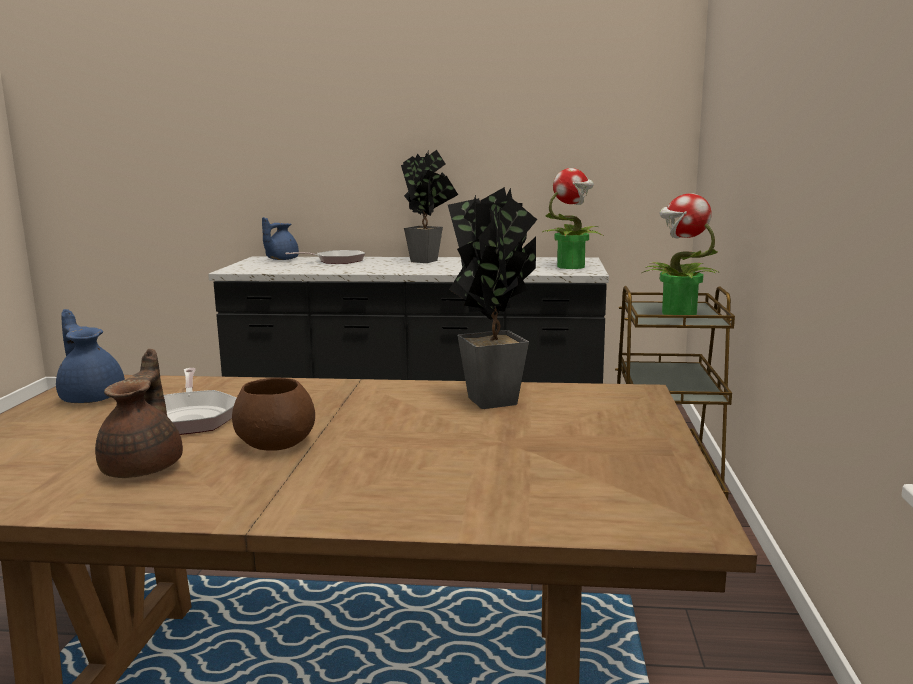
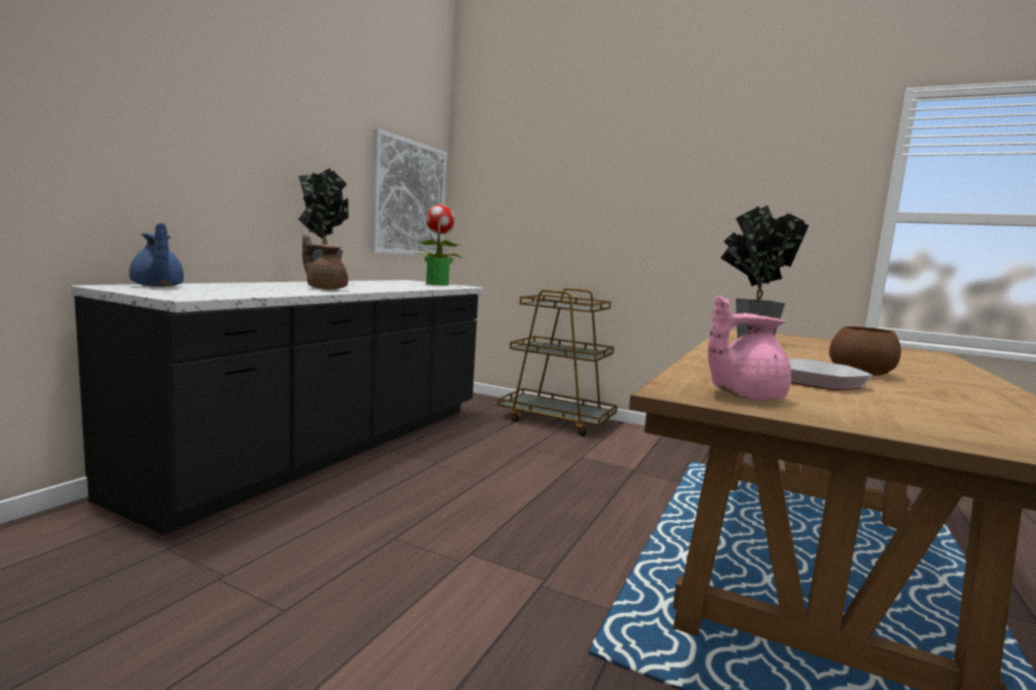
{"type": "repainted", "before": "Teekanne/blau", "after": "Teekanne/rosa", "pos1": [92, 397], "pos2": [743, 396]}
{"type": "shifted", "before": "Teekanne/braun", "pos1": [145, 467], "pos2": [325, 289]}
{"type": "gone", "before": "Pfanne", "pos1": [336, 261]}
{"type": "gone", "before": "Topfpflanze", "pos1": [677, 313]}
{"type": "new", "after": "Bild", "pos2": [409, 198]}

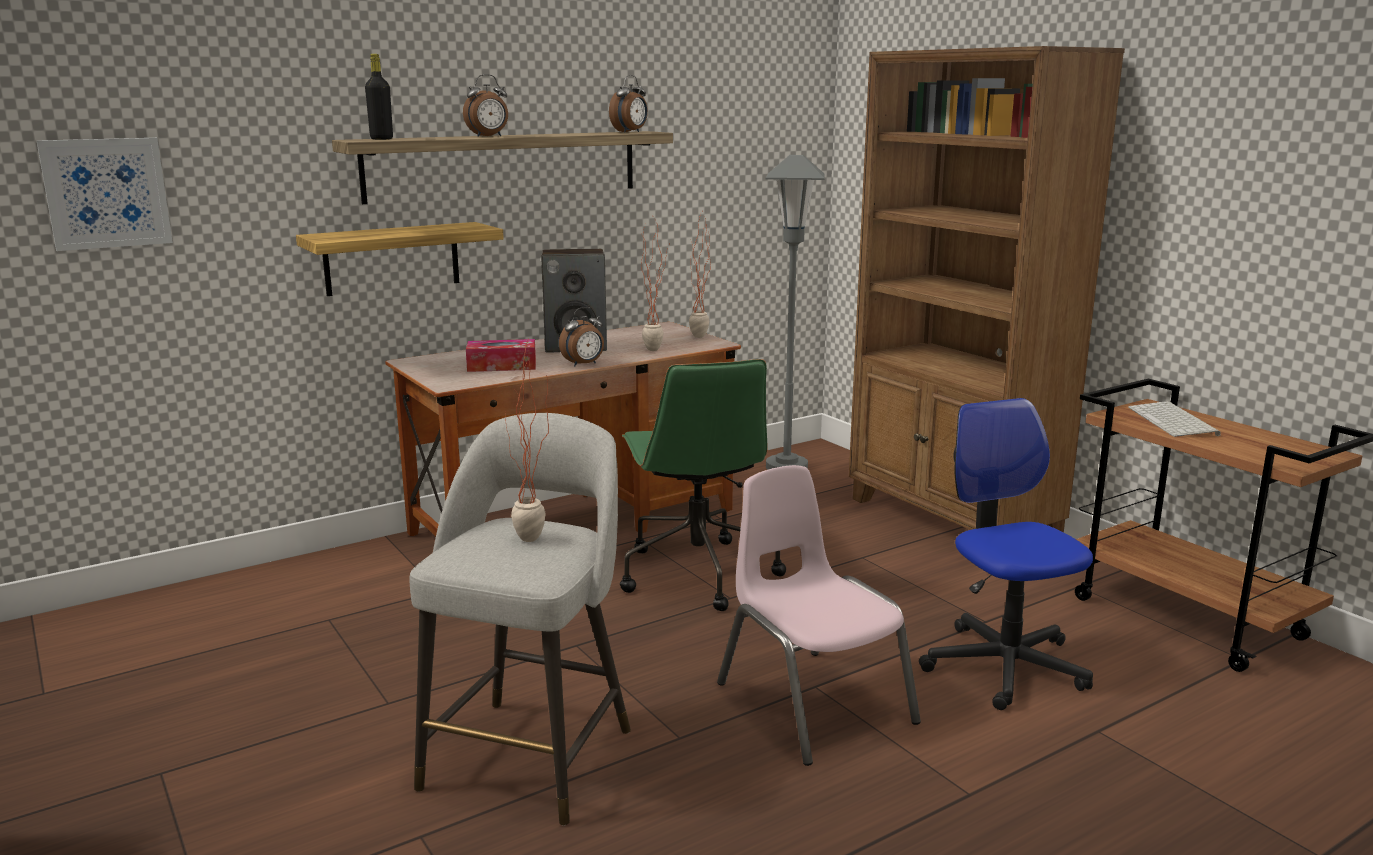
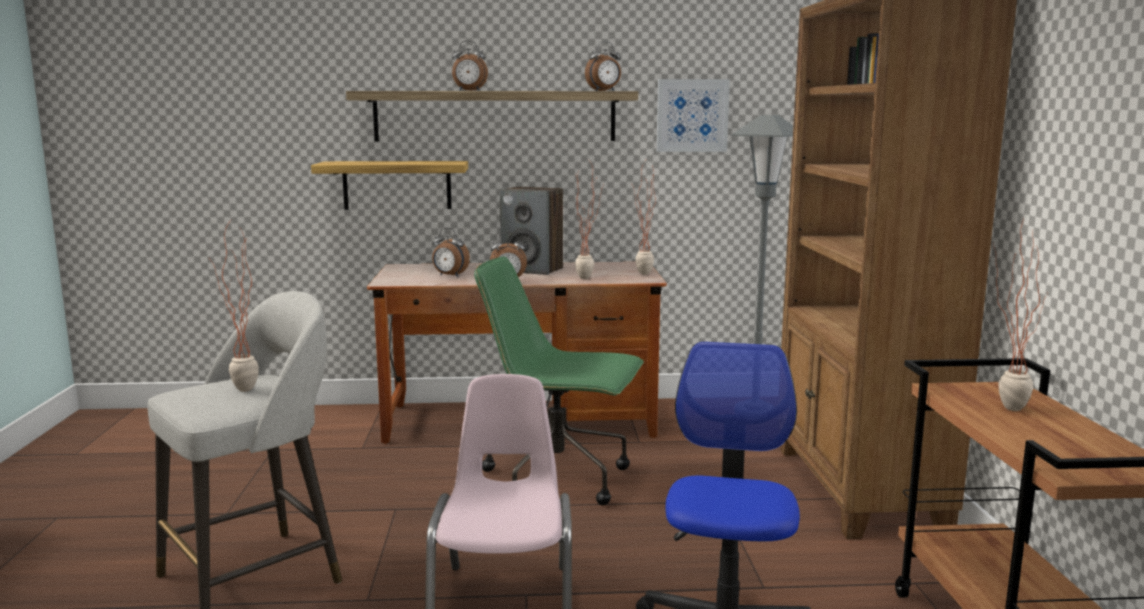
{"type": "shifted", "before": "Bild", "pos1": [106, 193], "pos2": [692, 115]}
{"type": "gone", "before": "Flasche/schwarz", "pos1": [381, 139]}
{"type": "swapped", "before": "Taschentuchbox", "after": "Wecker", "pos1": [502, 366], "pos2": [449, 276]}
{"type": "rotated", "before": "Bürostuhl/grün", "pos1": [697, 572], "pos2": [559, 479], "turn": 90}
{"type": "swapped", "before": "Tastatur", "after": "Topfpflanze", "pos1": [1174, 421], "pos2": [1004, 406]}

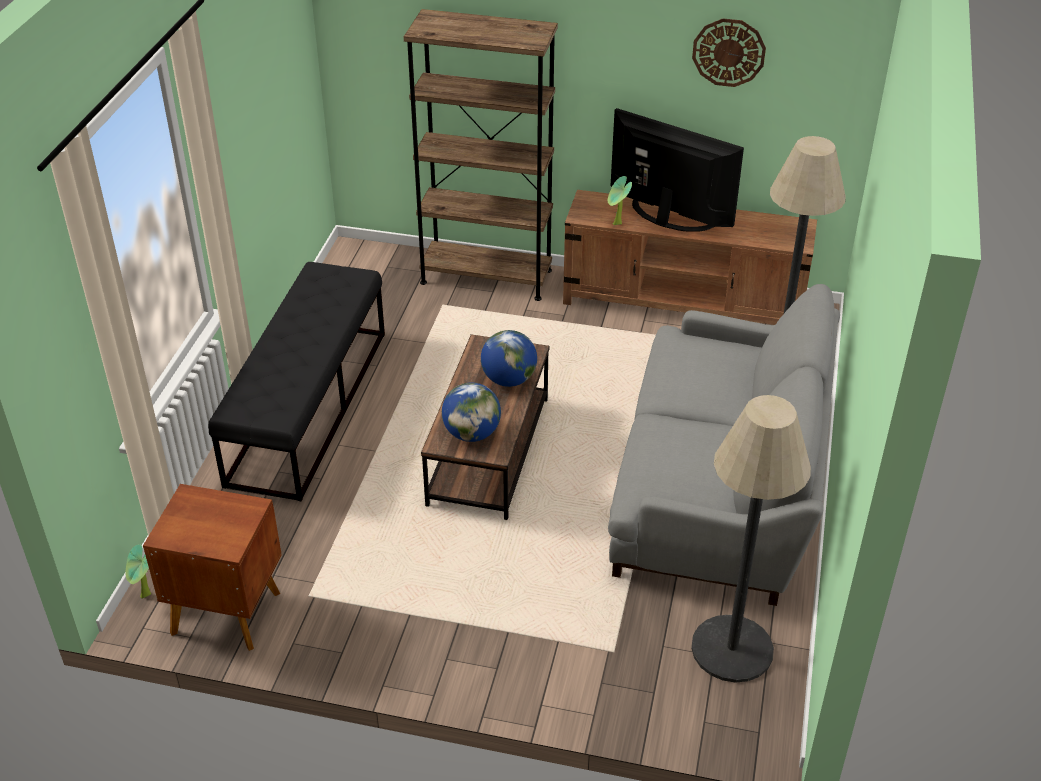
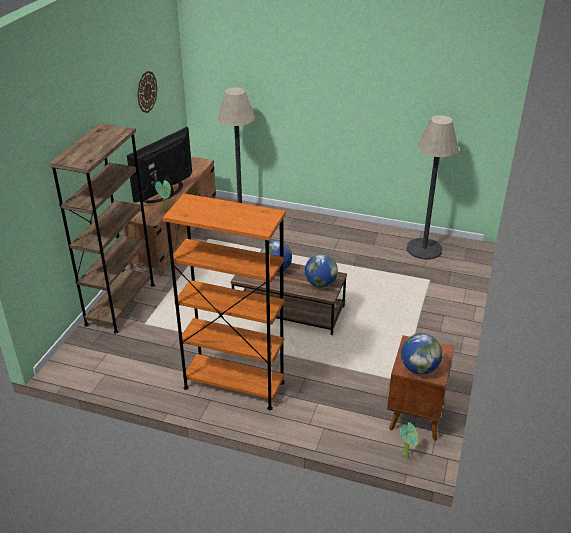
{"type": "swapped", "before": "Bank/schwarz", "after": "Bücherregal/orange", "pos1": [309, 405], "pos2": [234, 385]}
{"type": "gone", "before": "Sofa/grau", "pos1": [718, 487]}
{"type": "new", "after": "Globus", "pos2": [419, 368]}

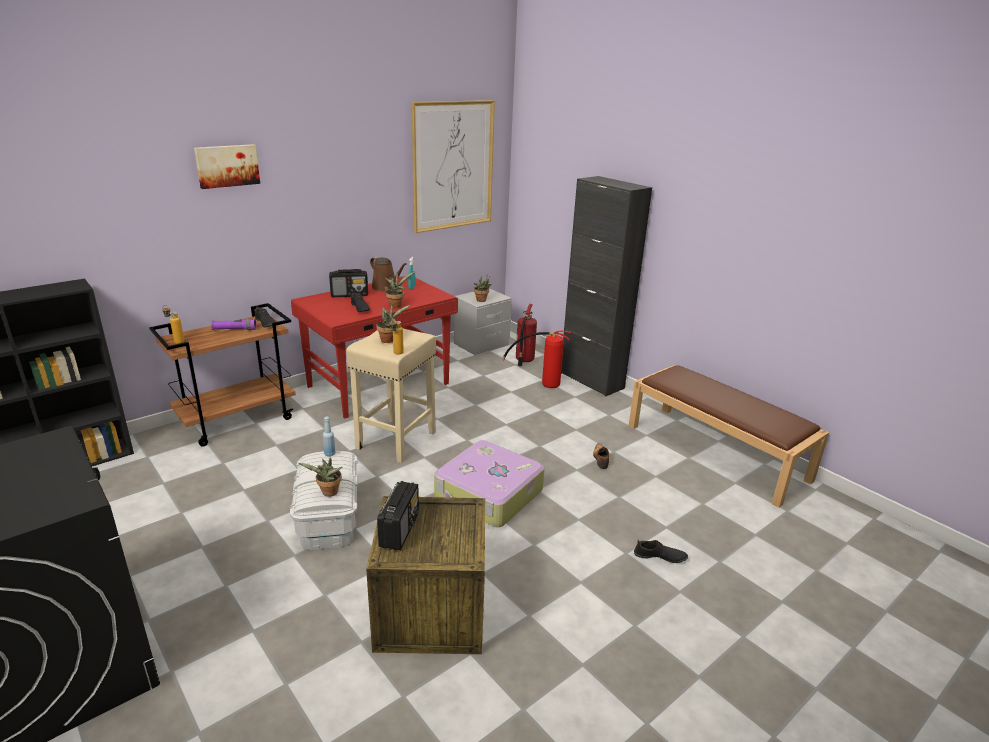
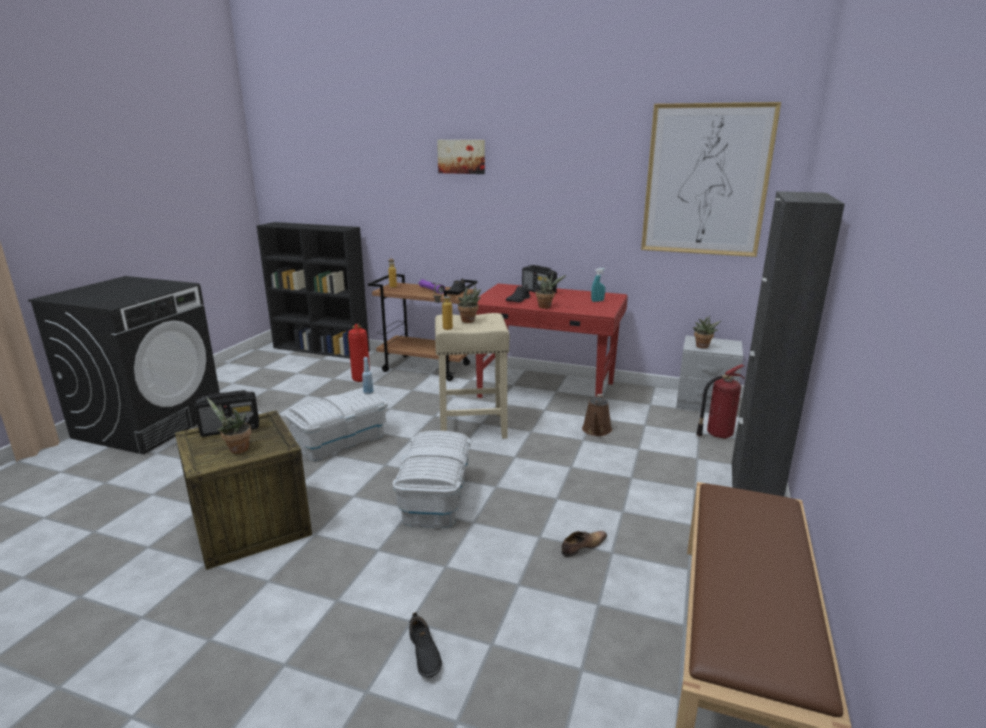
{"type": "shifted", "before": "Topfpflanze", "pos1": [328, 493], "pos2": [236, 449]}
{"type": "shifted", "before": "Gießkanne/braun", "pos1": [386, 287], "pos2": [596, 431]}
{"type": "swapped", "before": "Koffer", "after": "Aufbewahrungsbox/weiß", "pos1": [488, 495], "pos2": [436, 498]}
{"type": "shifted", "before": "Feuerlöscher", "pos1": [540, 382], "pos2": [362, 375]}

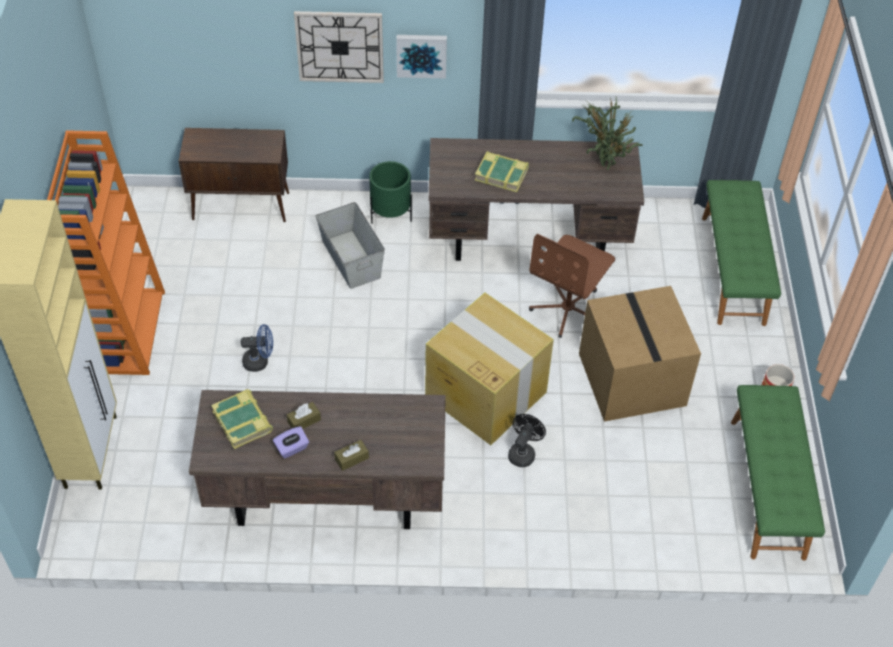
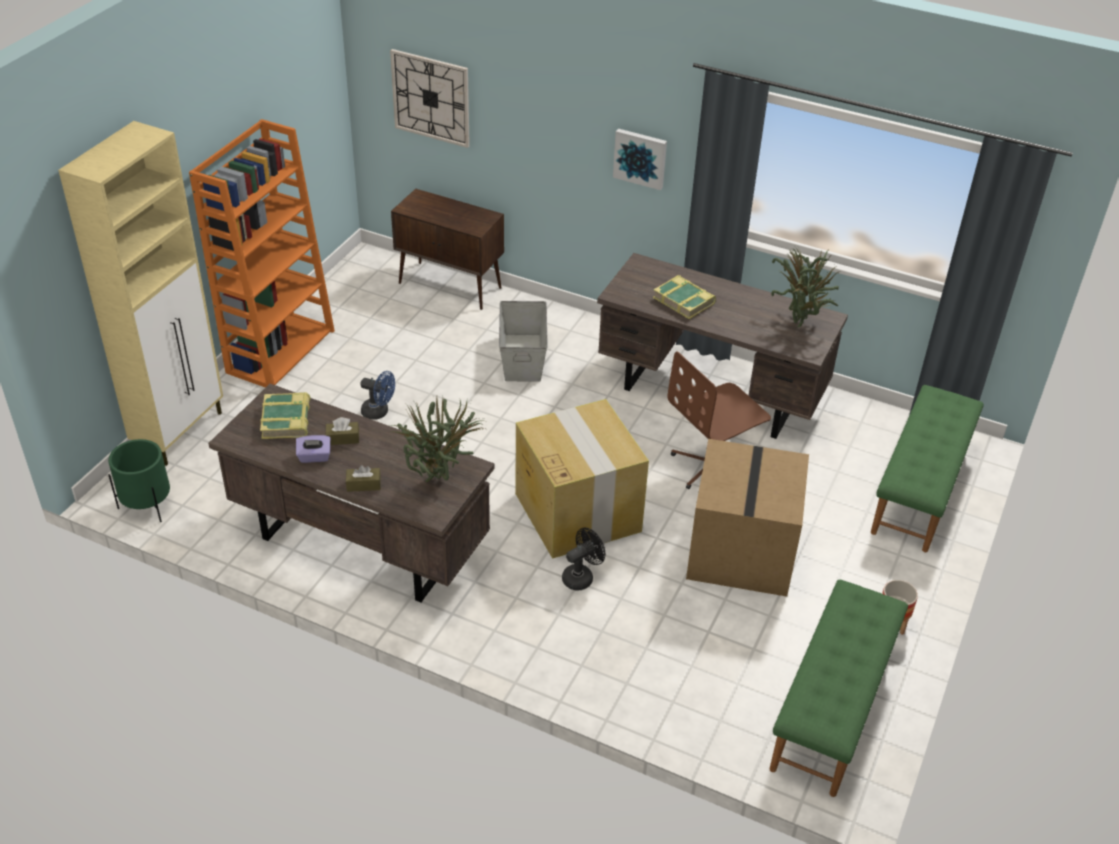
{"type": "shifted", "before": "Wanduhr", "pos1": [340, 46], "pos2": [431, 98]}
{"type": "shifted", "before": "Pflanzkübel/grün", "pos1": [390, 214], "pos2": [147, 505]}
{"type": "new", "after": "Topfpflanze", "pos2": [440, 479]}

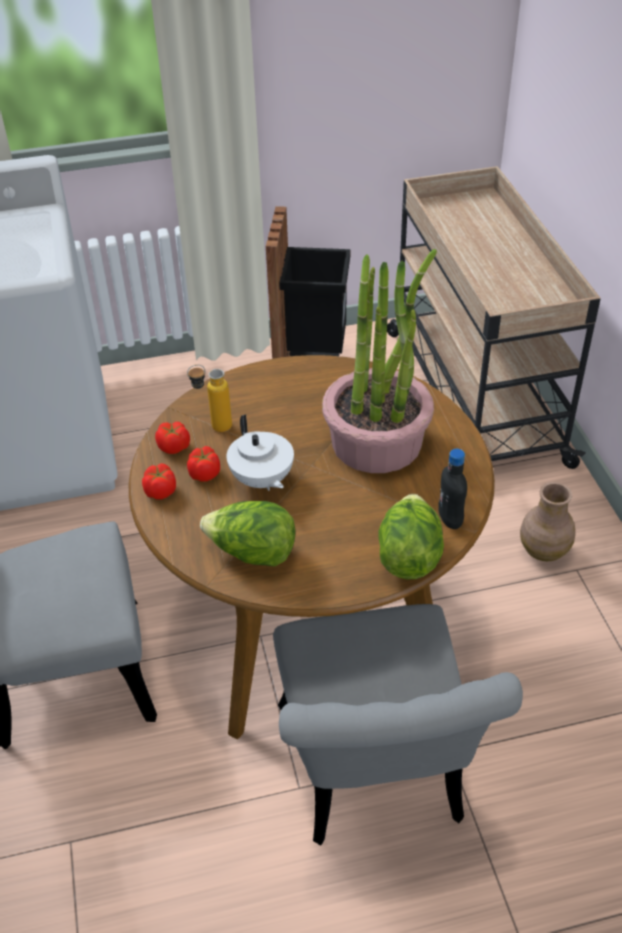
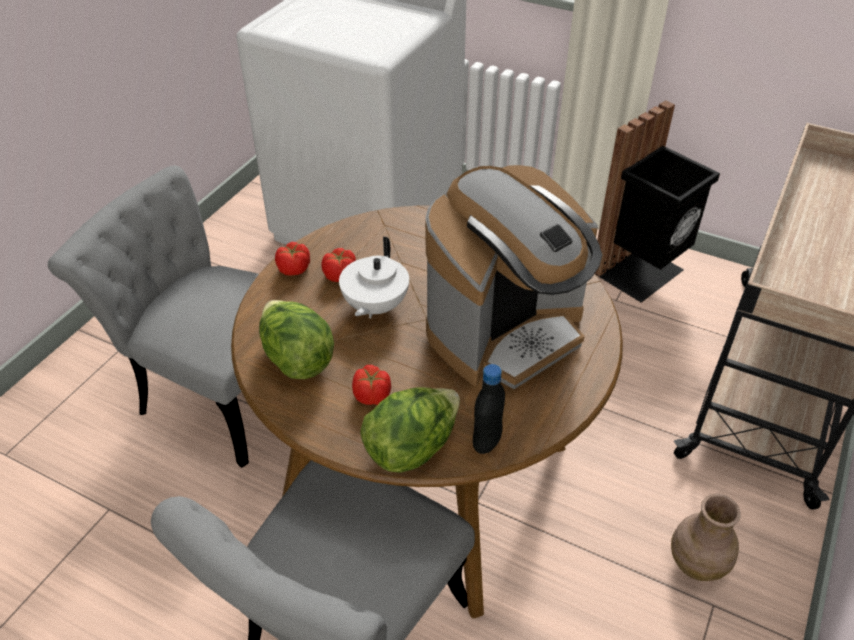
{"type": "shifted", "before": "Tomate", "pos1": [174, 447], "pos2": [372, 396]}
{"type": "gone", "before": "Flasche", "pos1": [213, 428]}
{"type": "swapped", "before": "Topfpflanze", "after": "Kaffeemaschine", "pos1": [377, 441], "pos2": [506, 333]}

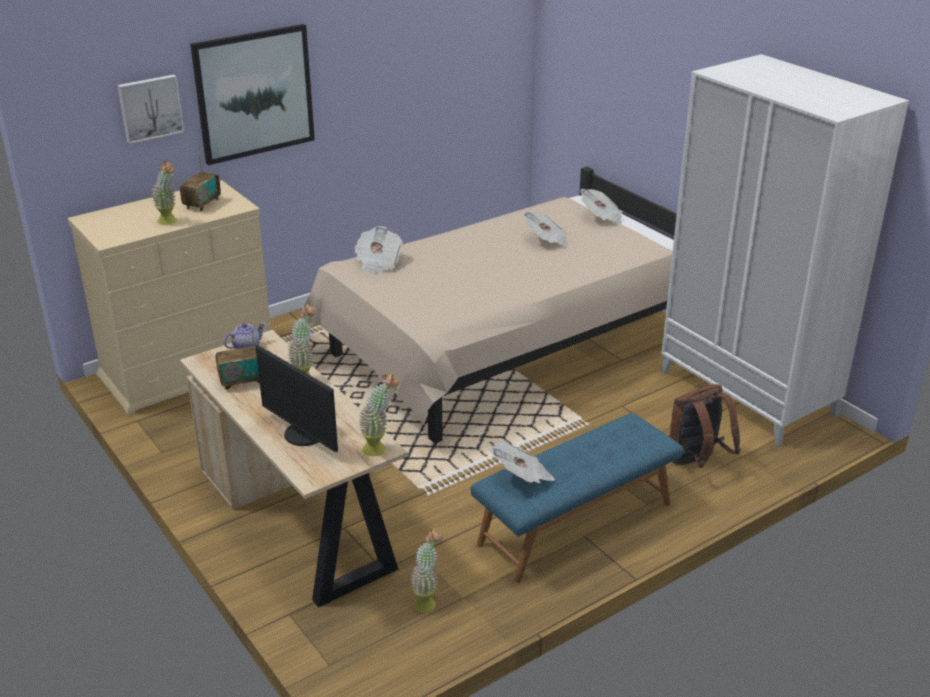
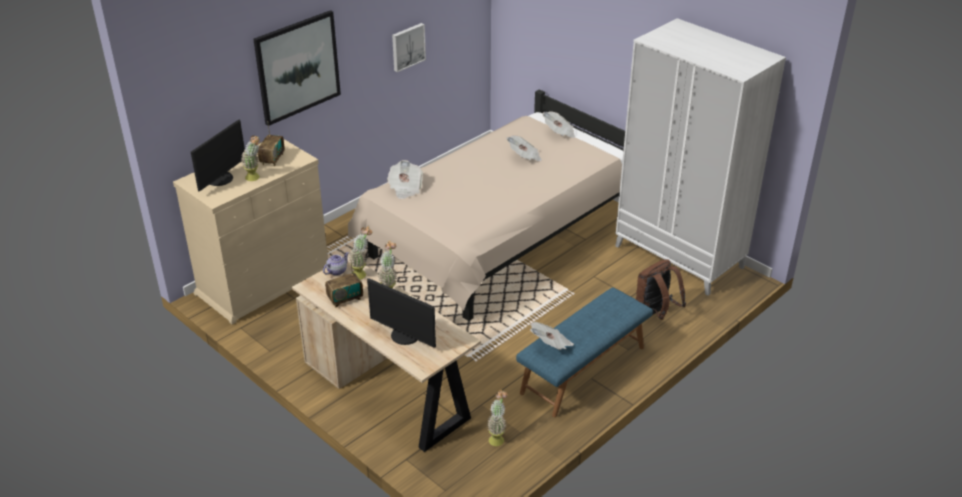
{"type": "shifted", "before": "Bild", "pos1": [150, 108], "pos2": [407, 46]}
{"type": "shifted", "before": "Topfpflanze", "pos1": [380, 447], "pos2": [362, 273]}
{"type": "new", "after": "Monitor", "pos2": [221, 179]}

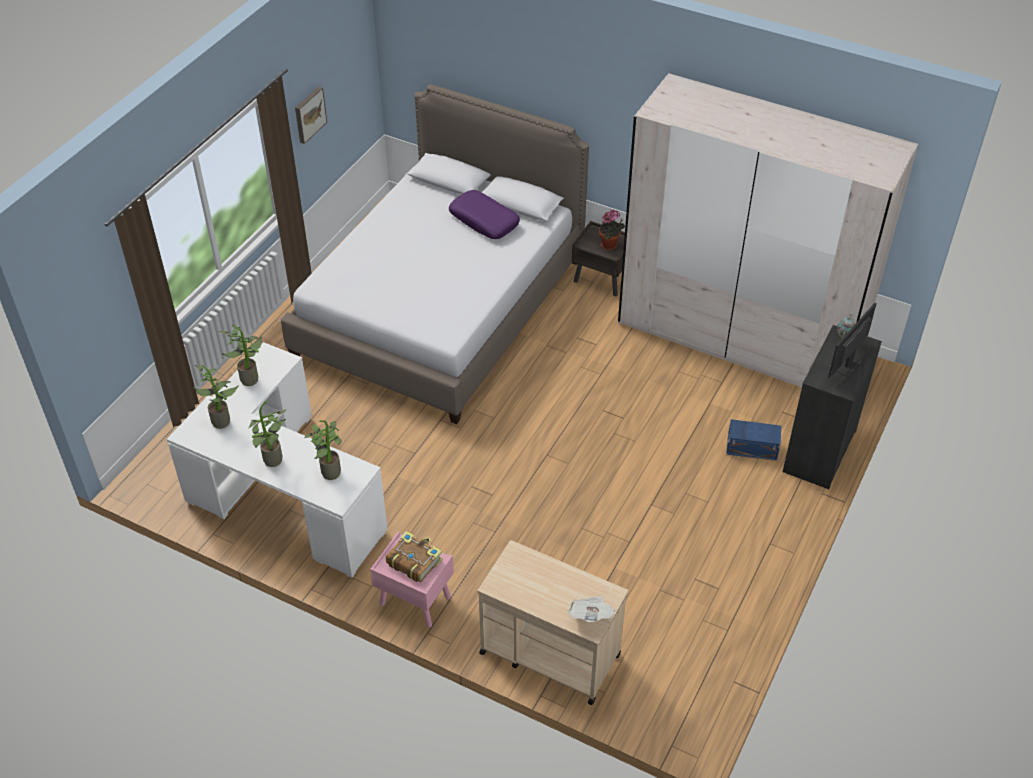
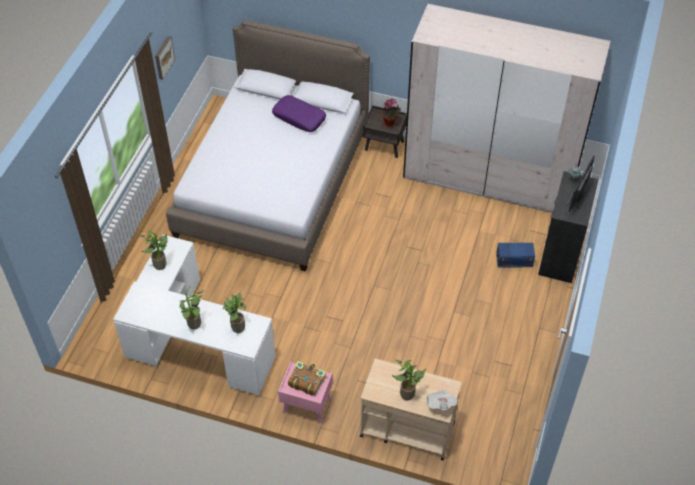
{"type": "shifted", "before": "Topfpflanze", "pos1": [223, 420], "pos2": [408, 393]}

